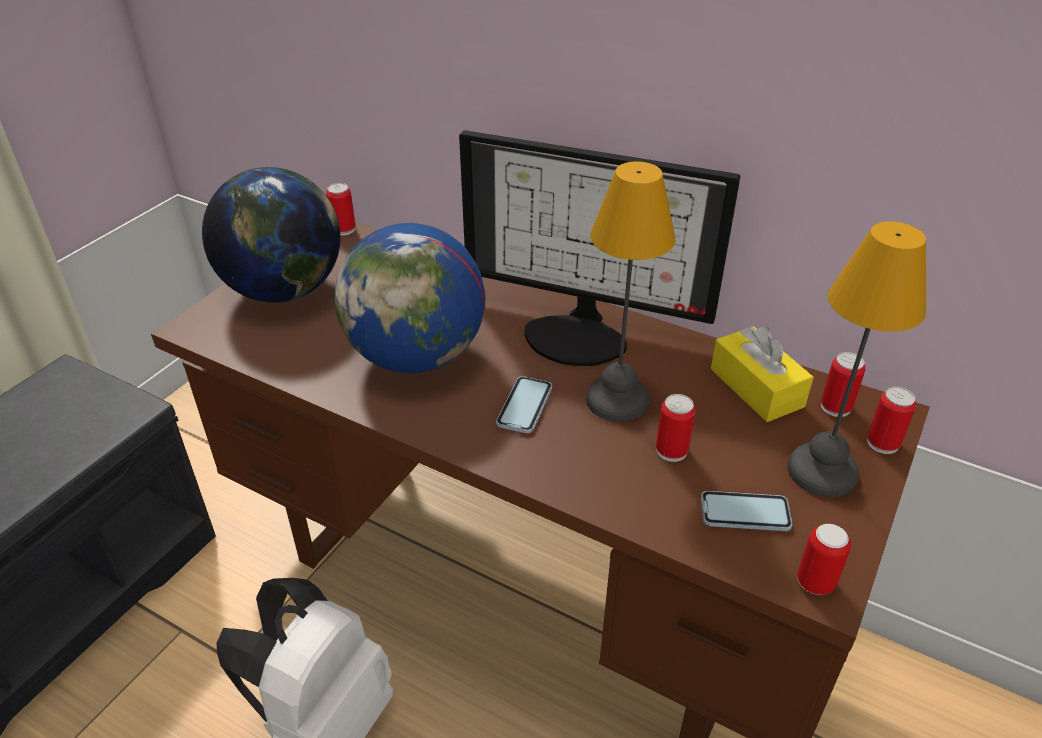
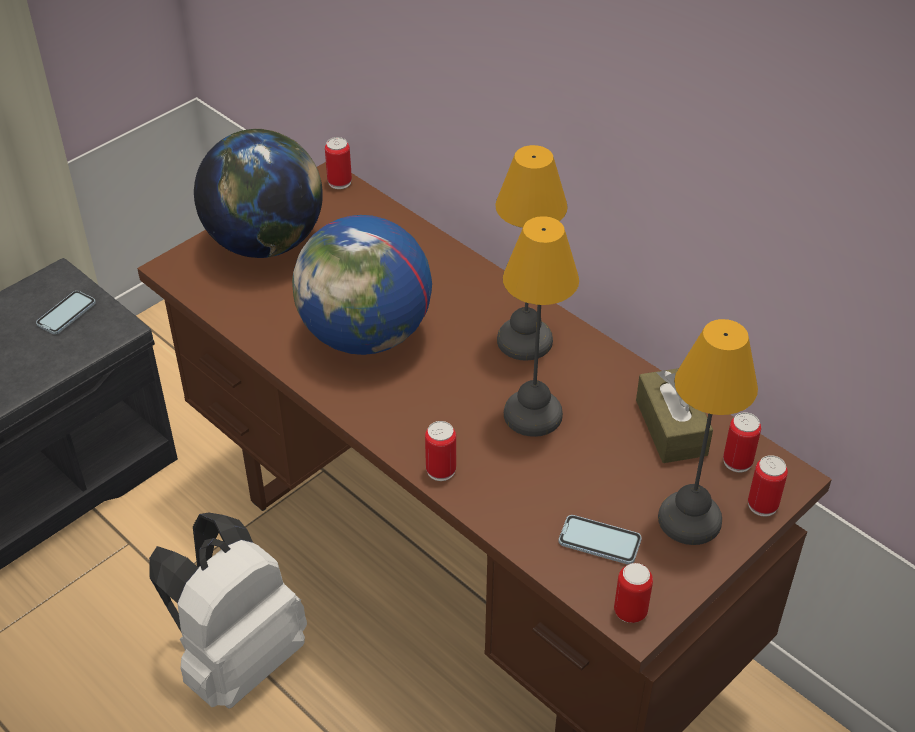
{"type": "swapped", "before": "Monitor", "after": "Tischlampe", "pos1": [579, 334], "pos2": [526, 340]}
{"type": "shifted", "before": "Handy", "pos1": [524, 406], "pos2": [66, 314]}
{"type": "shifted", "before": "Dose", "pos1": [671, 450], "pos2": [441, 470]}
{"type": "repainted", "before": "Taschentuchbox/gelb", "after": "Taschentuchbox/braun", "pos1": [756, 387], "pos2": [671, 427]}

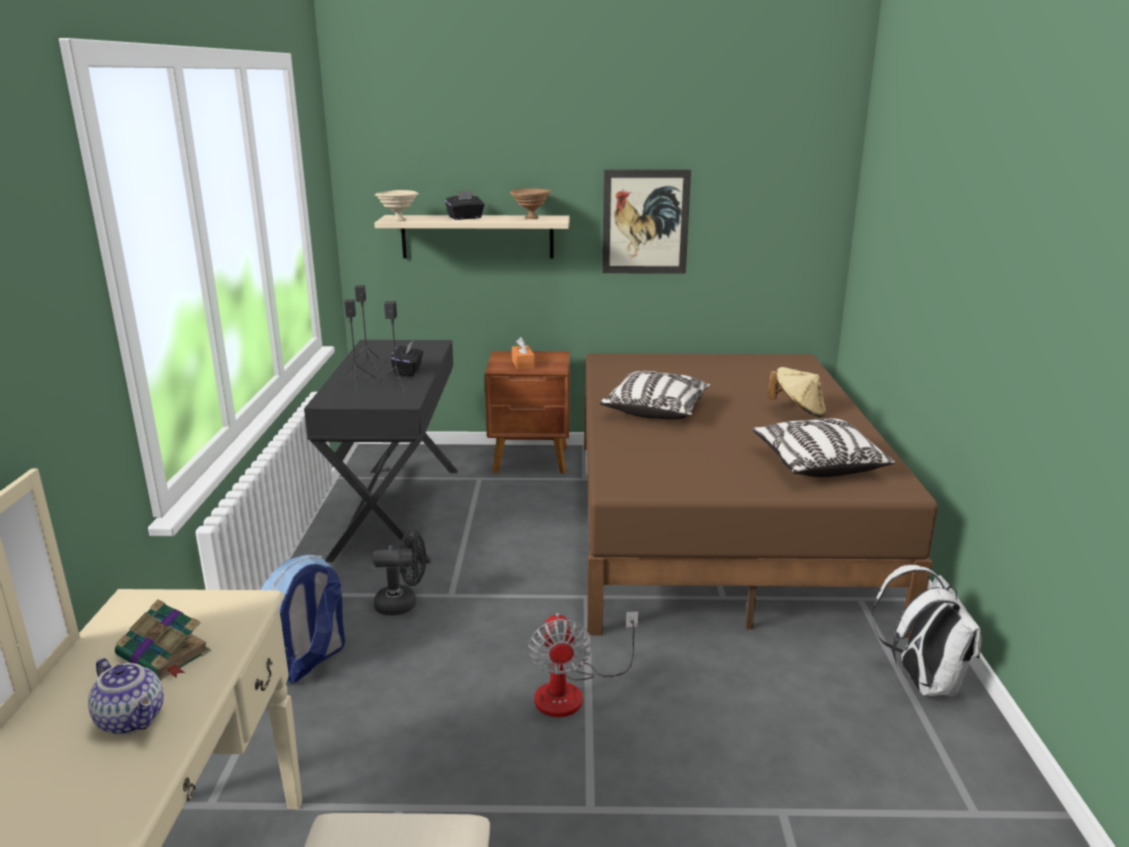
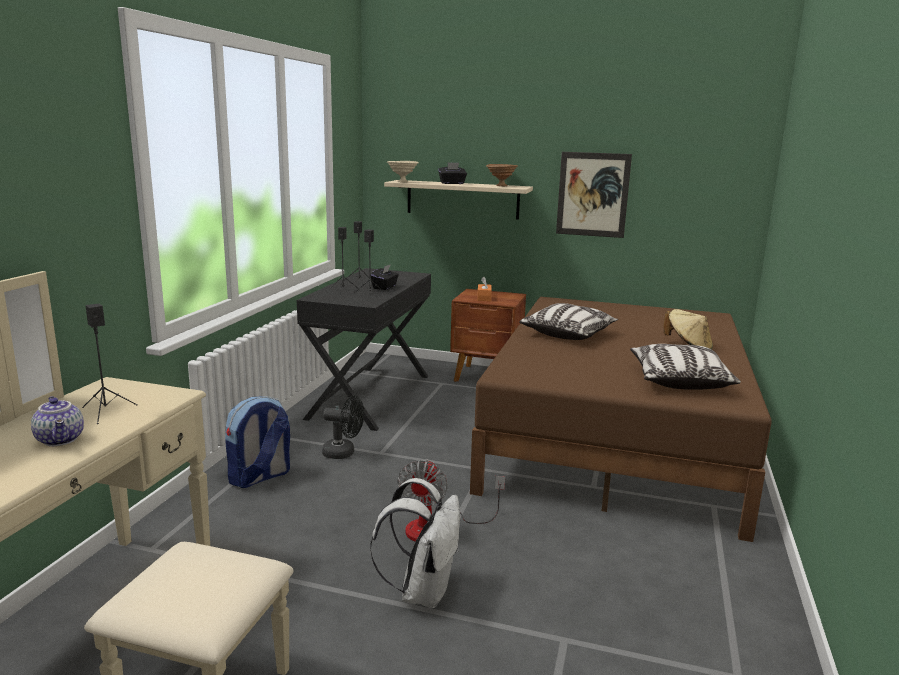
{"type": "swapped", "before": "Buch", "after": "Lautsprecher/schwarz", "pos1": [165, 655], "pos2": [106, 412]}
{"type": "shifted", "before": "Rucksack/weiß", "pos1": [922, 681], "pos2": [423, 591]}

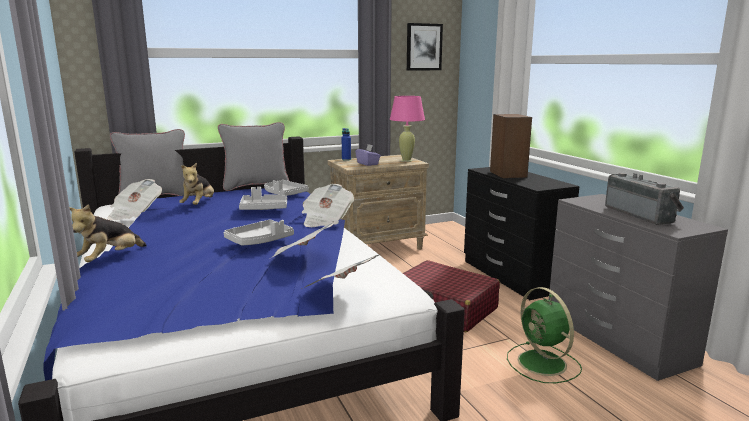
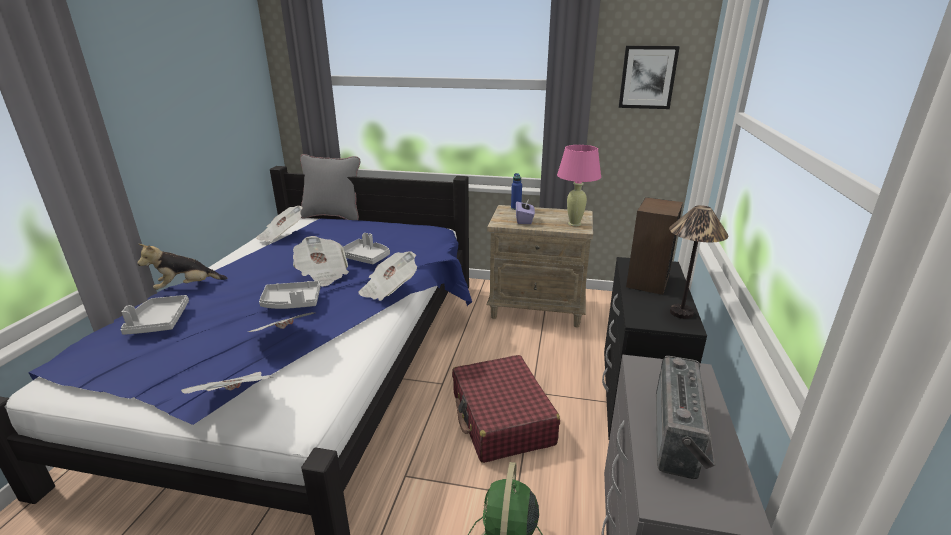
{"type": "gone", "before": "Plüschtier", "pos1": [199, 205]}
{"type": "gone", "before": "Kissen/grau", "pos1": [256, 186]}
{"type": "shifted", "before": "Tablett/grau", "pos1": [284, 194], "pos2": [159, 322]}
{"type": "new", "after": "Zeitung", "pos2": [322, 274]}
{"type": "new", "after": "Tischlampe", "pos2": [681, 313]}

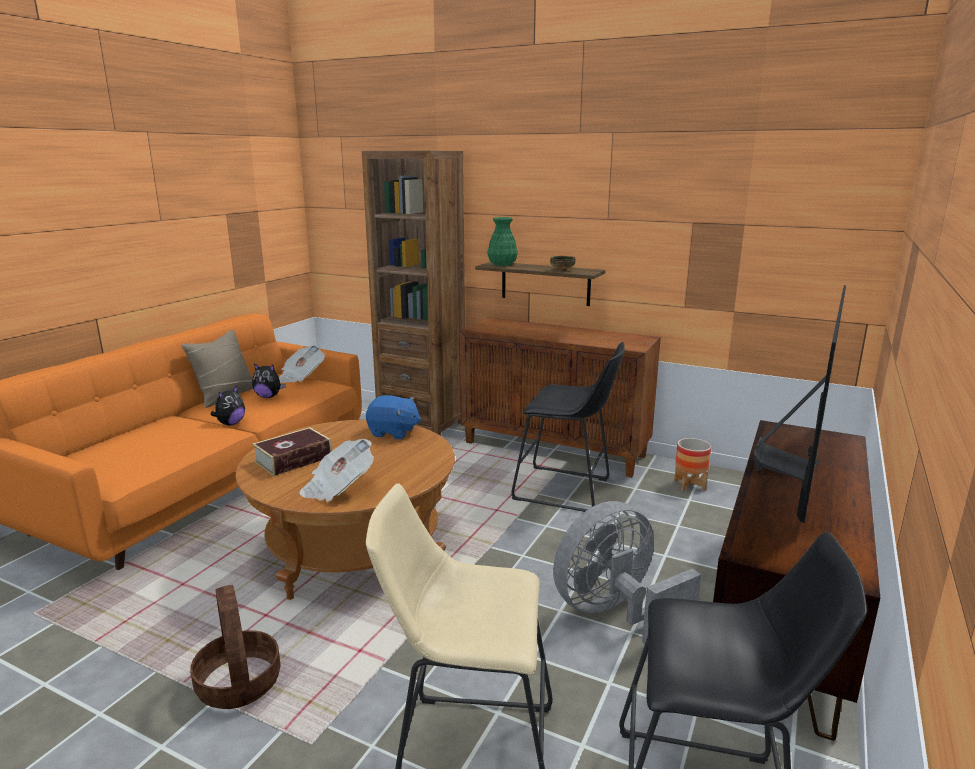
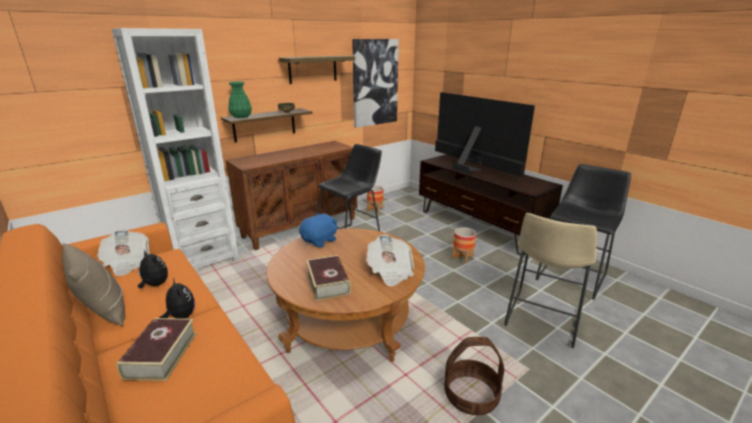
{"type": "rotated", "before": "Plüschtier", "pos1": [268, 396], "pos2": [155, 285], "turn": -90}
{"type": "repainted", "before": "Bücherregal/braun", "after": "Bücherregal/weiß", "pos1": [422, 426], "pos2": [203, 259]}
{"type": "swapped", "before": "Ventilator/grau", "after": "Pflanzkübel", "pos1": [615, 613], "pos2": [462, 258]}
{"type": "new", "after": "Buch", "pos2": [161, 355]}
{"type": "new", "after": "Wandregal", "pos2": [313, 69]}
{"type": "new", "after": "Bild", "pos2": [375, 83]}

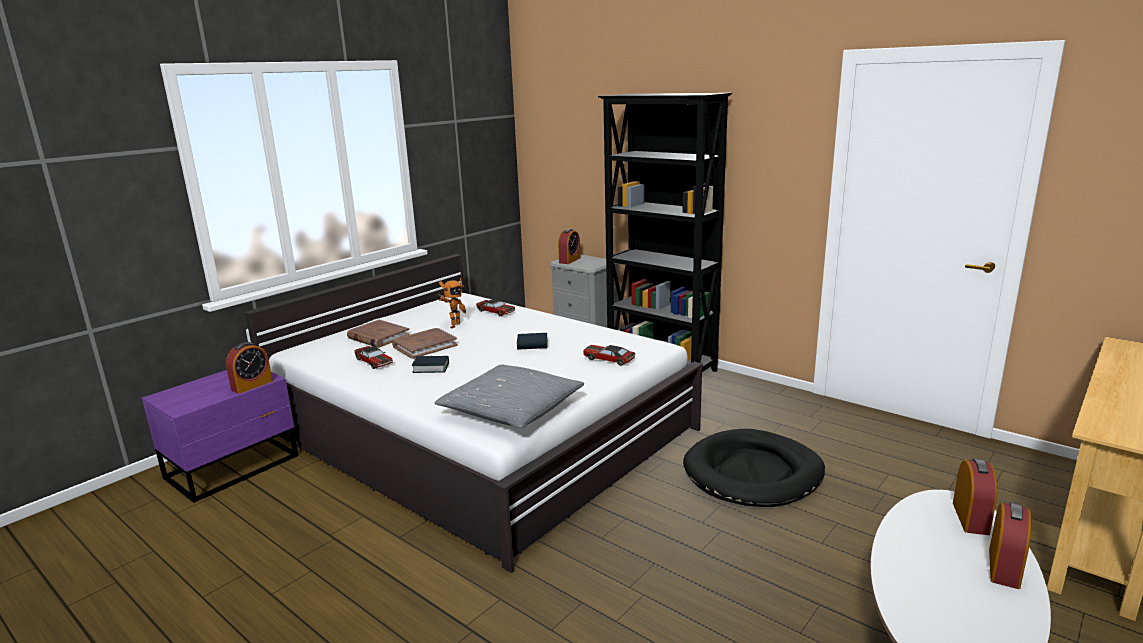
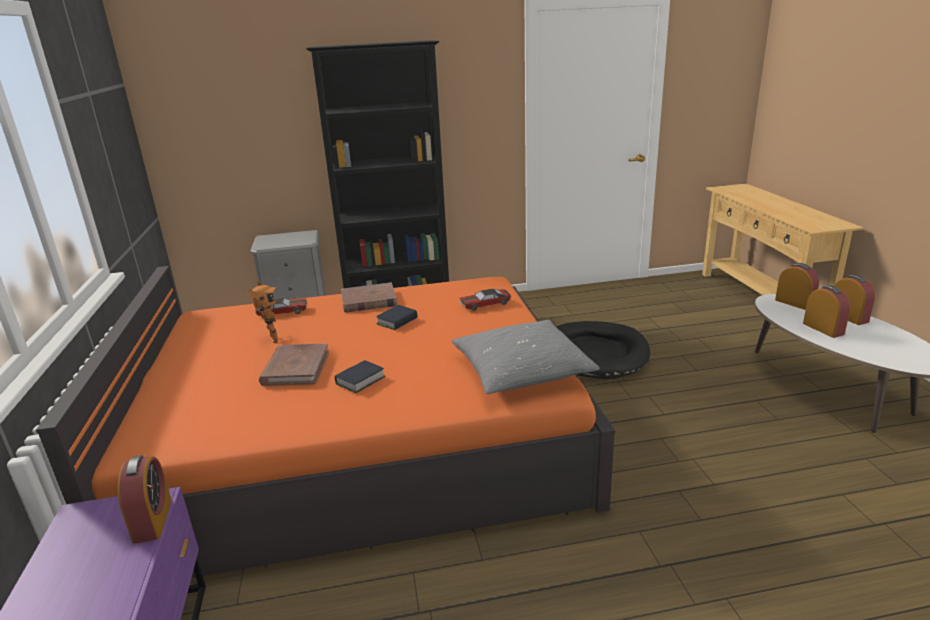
{"type": "repainted", "before": "Bett/weiß", "after": "Bett/orange", "pos1": [480, 432], "pos2": [362, 439]}
{"type": "shifted", "before": "Buch/braun", "pos1": [378, 337], "pos2": [369, 301]}
{"type": "gone", "before": "Spielzeugauto", "pos1": [374, 362]}
{"type": "shifted", "before": "Wecker", "pos1": [569, 260], "pos2": [823, 329]}

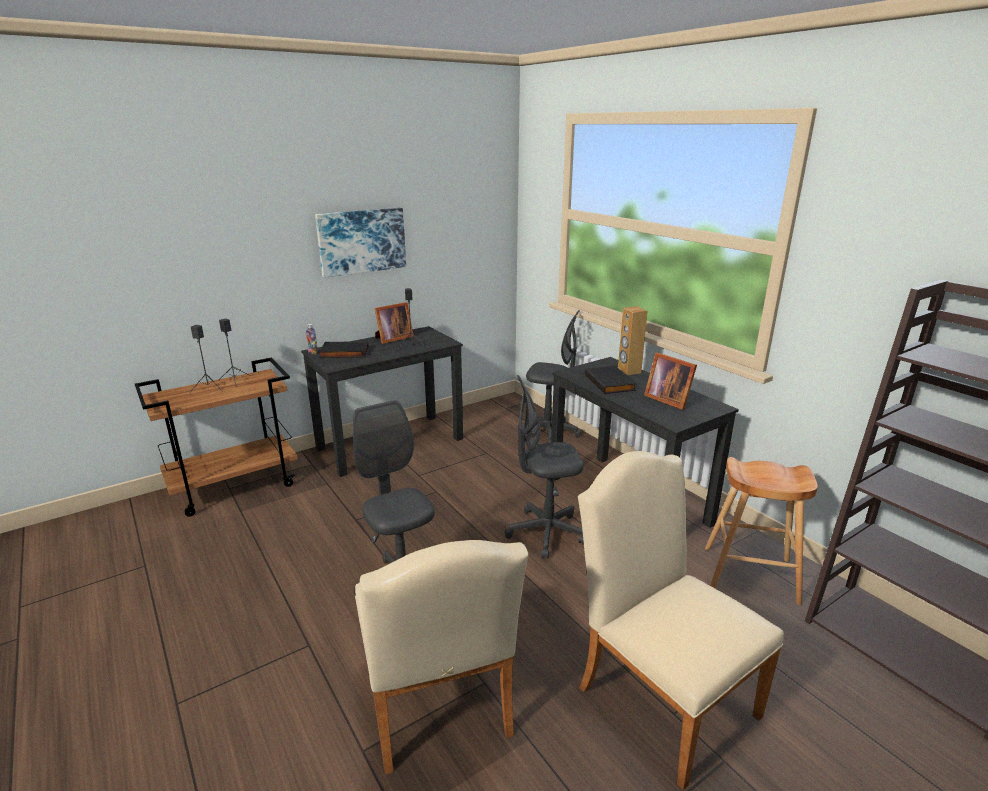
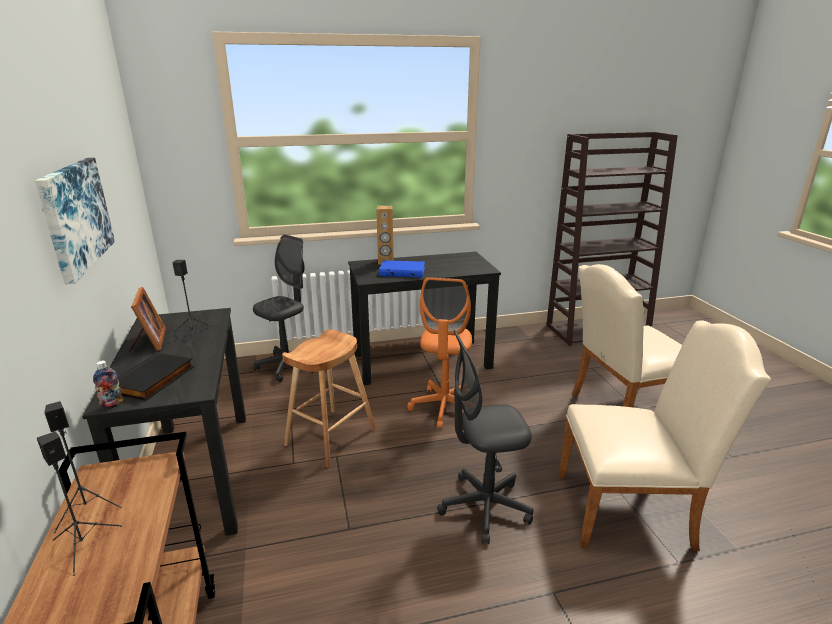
{"type": "repainted", "before": "Bürostuhl/grau", "after": "Bürostuhl/orange", "pos1": [546, 533], "pos2": [444, 407]}
{"type": "repainted", "before": "Buch/schwarz", "after": "Buch/blau", "pos1": [611, 383], "pos2": [402, 271]}
{"type": "gone", "before": "Bilderrahmen", "pos1": [667, 399]}
{"type": "shifted", "before": "Hocker/braun", "pos1": [750, 575], "pos2": [331, 436]}

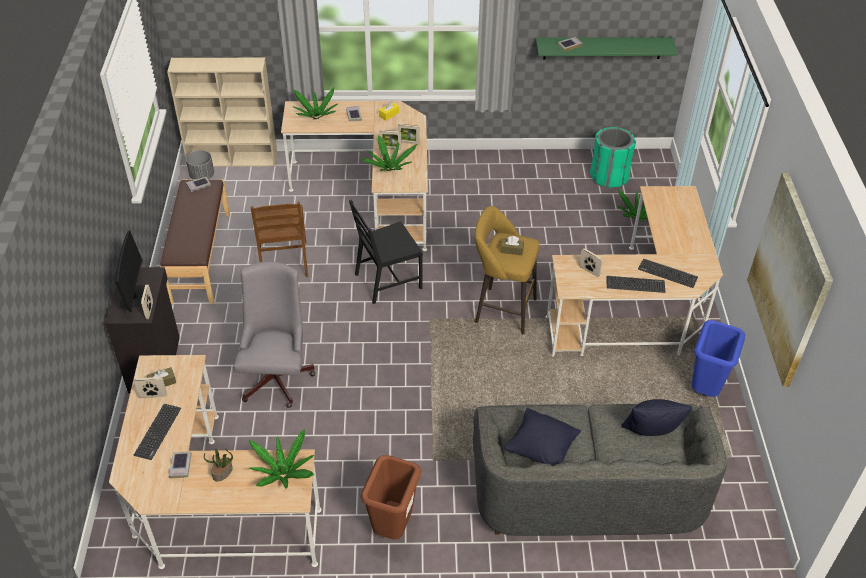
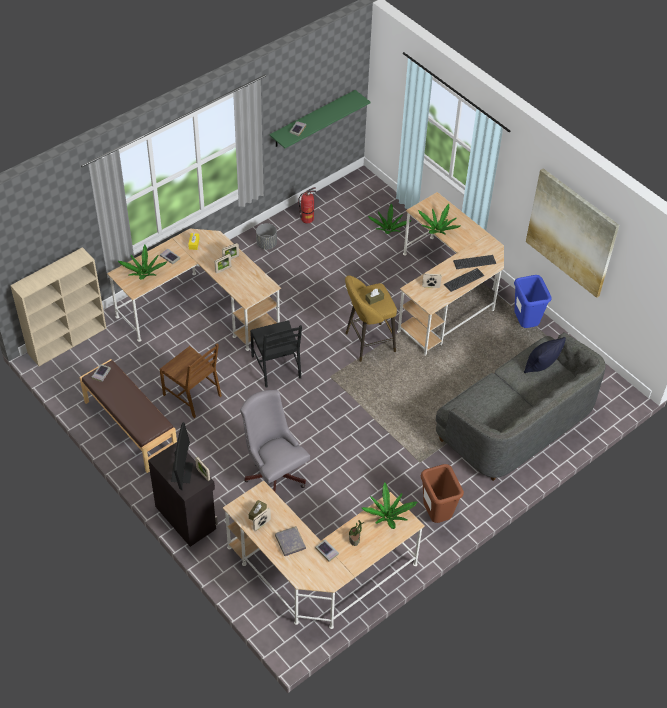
{"type": "rotated", "before": "Monitor", "pos1": [134, 297], "pos2": [182, 472], "turn": 45}
{"type": "swapped", "before": "Tastatur", "after": "Buch/grau", "pos1": [158, 431], "pos2": [290, 542]}
{"type": "shifted", "before": "Pflanzkübel/grau", "pos1": [202, 176], "pos2": [266, 244]}
{"type": "rotated", "before": "Stuhl/schwarz", "pos1": [387, 281], "pos2": [277, 367], "turn": -45}
{"type": "shifted", "before": "Topfpflanze", "pos1": [389, 168], "pos2": [437, 229]}
{"type": "gone", "before": "Kissen/schwarz", "pos1": [541, 449]}
{"type": "gone", "before": "Mülleimer/grün", "pos1": [609, 177]}
{"type": "new", "after": "Feuerlöscher", "pos2": [307, 219]}

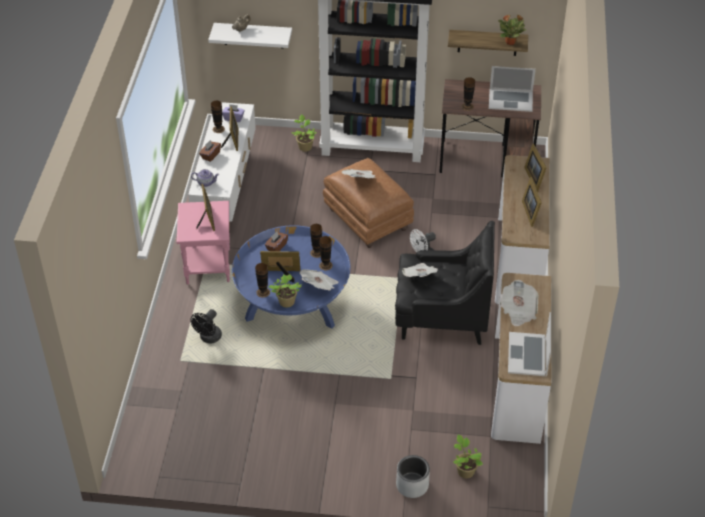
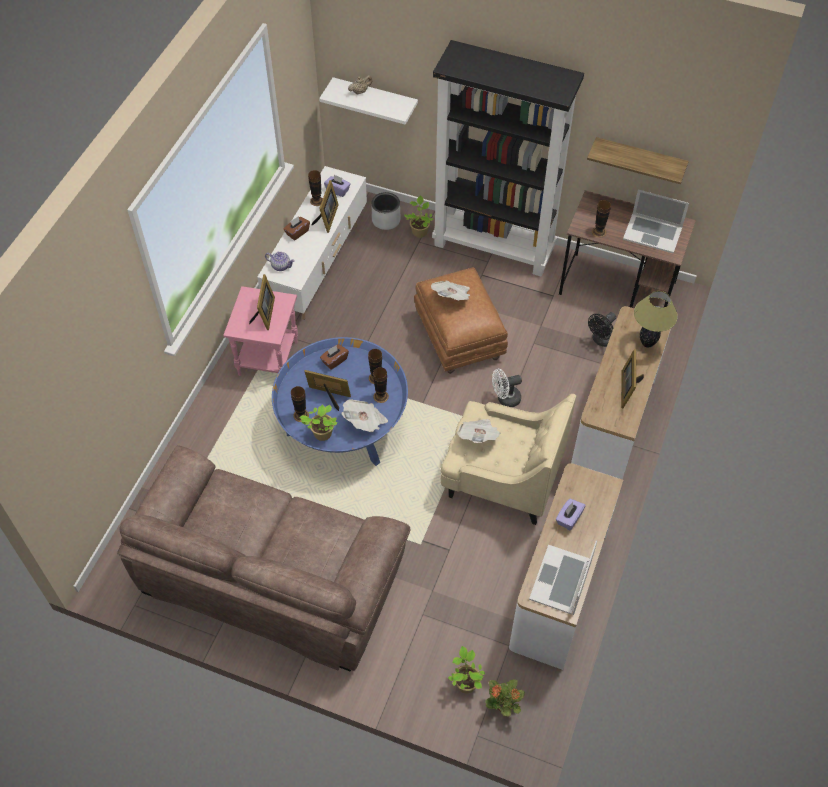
{"type": "shifted", "before": "Ventilator/schwarz", "pos1": [209, 338], "pos2": [601, 340]}
{"type": "repainted", "before": "Sessel/schwarz", "after": "Sessel/beige", "pos1": [441, 317], "pos2": [501, 480]}
{"type": "shifted", "before": "Pflanzkübel/grau", "pos1": [412, 485], "pos2": [385, 220]}
{"type": "shifted", "before": "Topfpflanze", "pos1": [510, 42], "pos2": [503, 705]}
{"type": "swapped", "before": "Zeitung", "after": "Taschentuchbox/lila", "pos1": [518, 311], "pos2": [569, 518]}
{"type": "swapped", "before": "Bilderrahmen", "after": "Tischlampe", "pos1": [535, 178], "pos2": [647, 343]}
{"type": "new", "after": "Sofa/braun", "pos2": [270, 581]}

